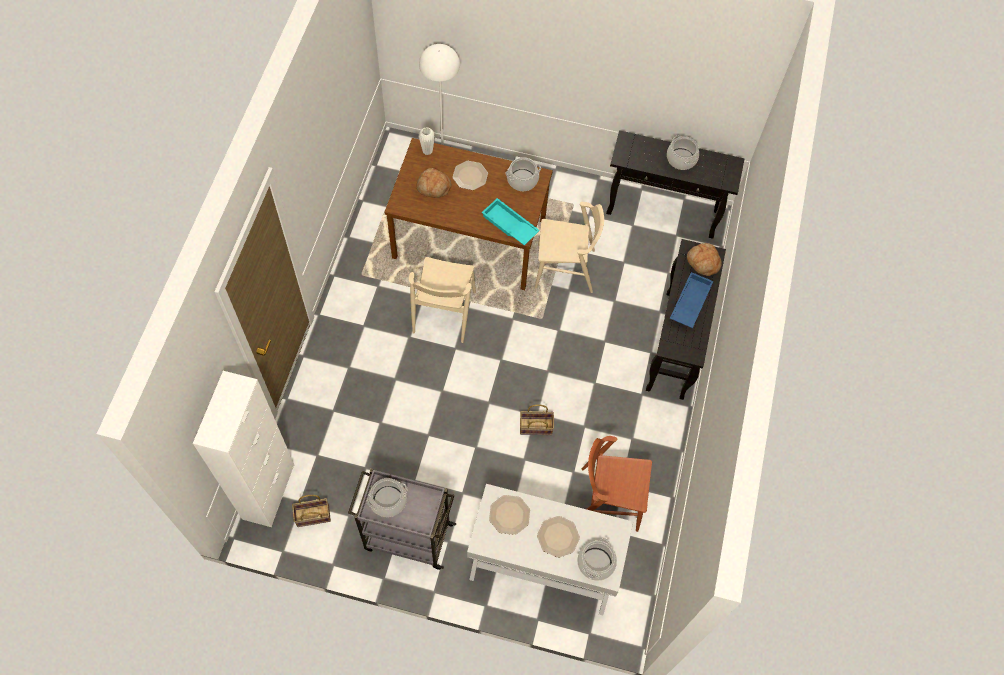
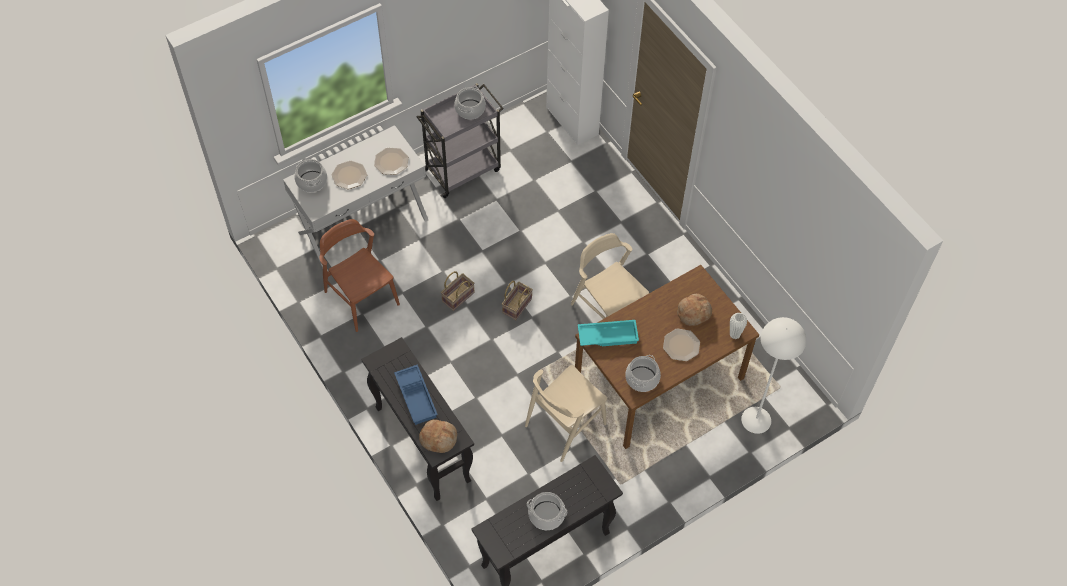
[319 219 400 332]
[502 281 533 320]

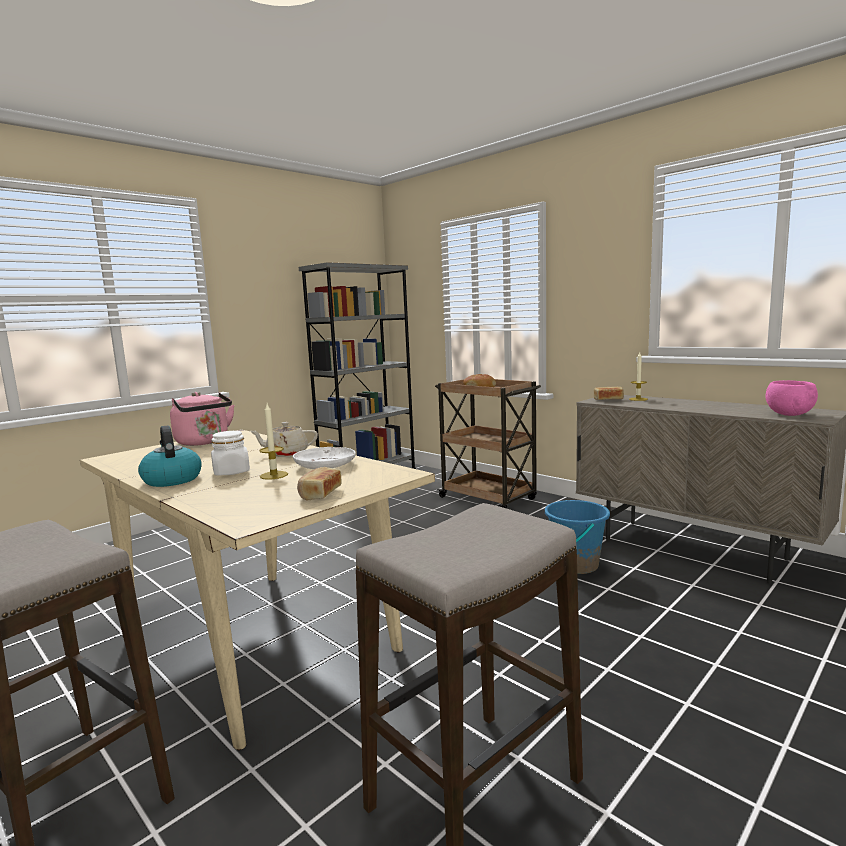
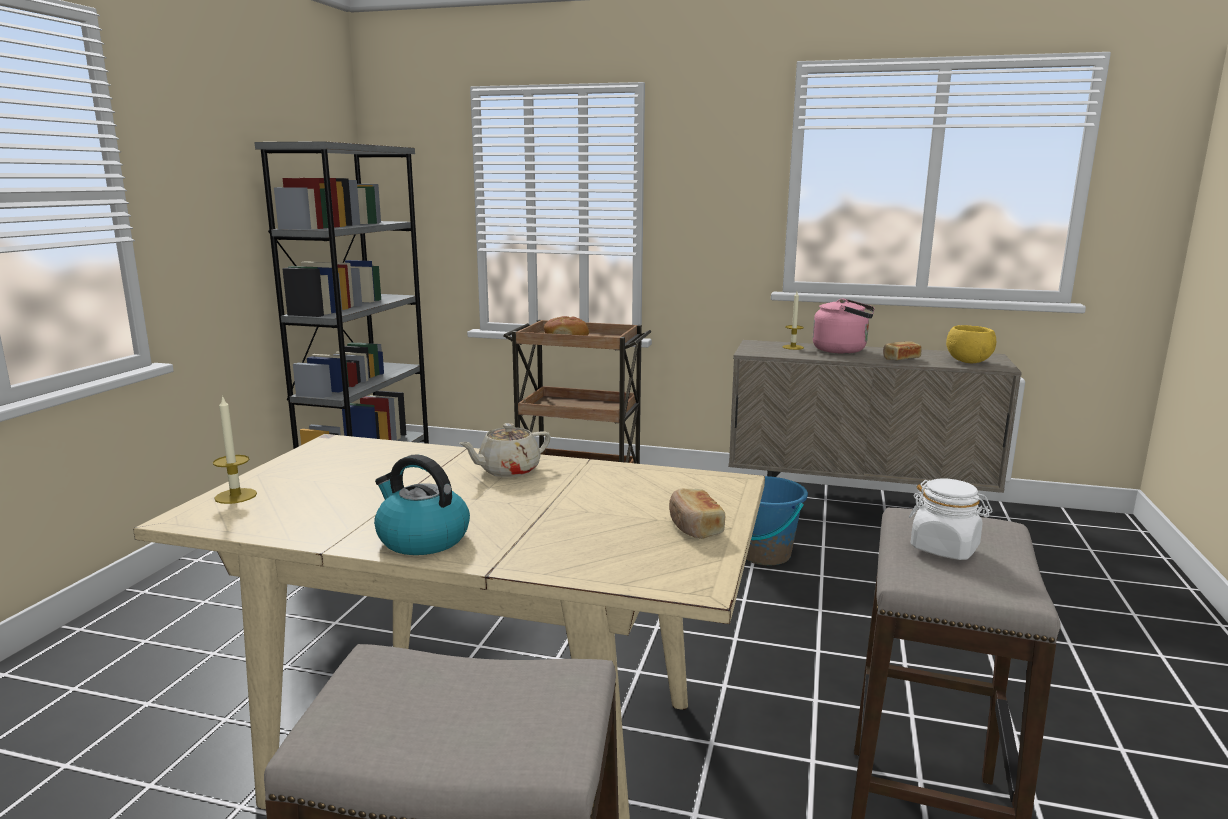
[946 325 996 363]
[883 341 922 360]
[813 299 875 354]
[213 395 257 504]
[909 479 992 560]
[293 447 356 469] (first image)

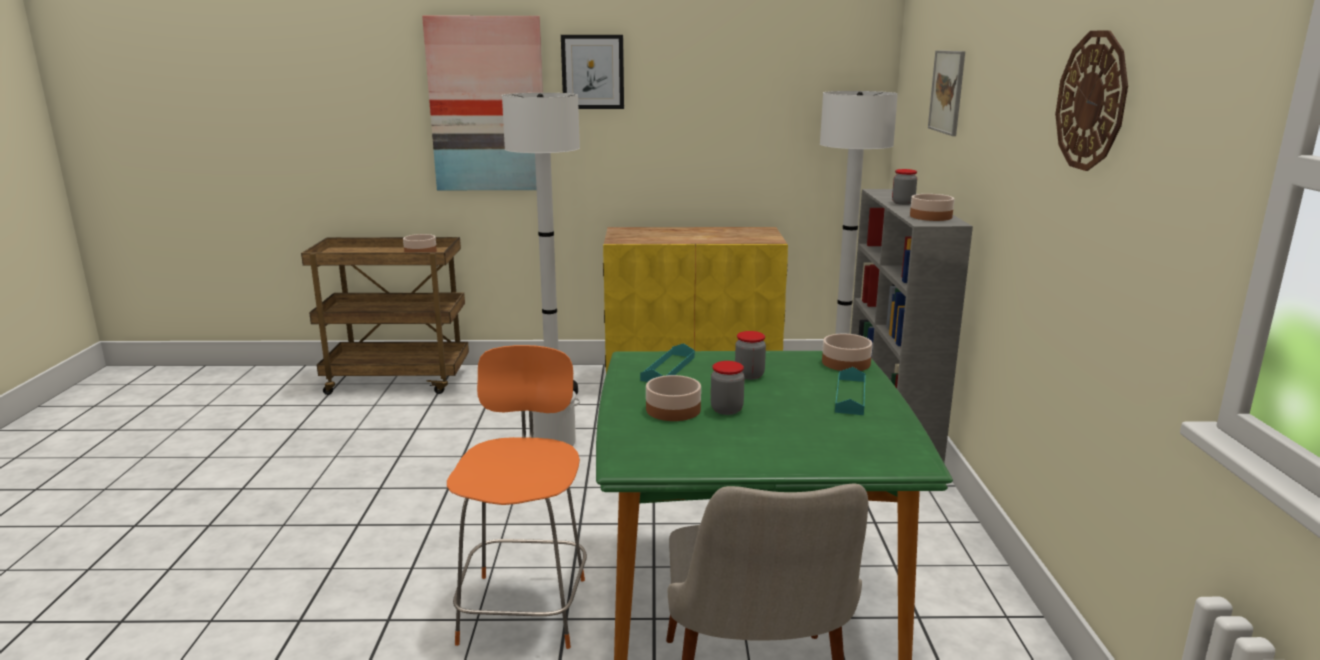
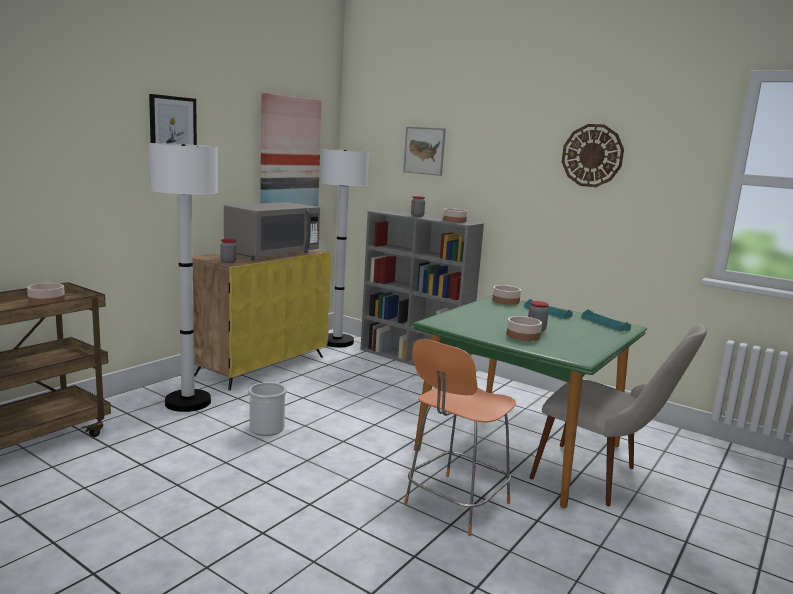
[260 93 322 207]
[221 239 237 263]
[581 309 631 331]
[404 339 516 536]
[224 202 320 260]

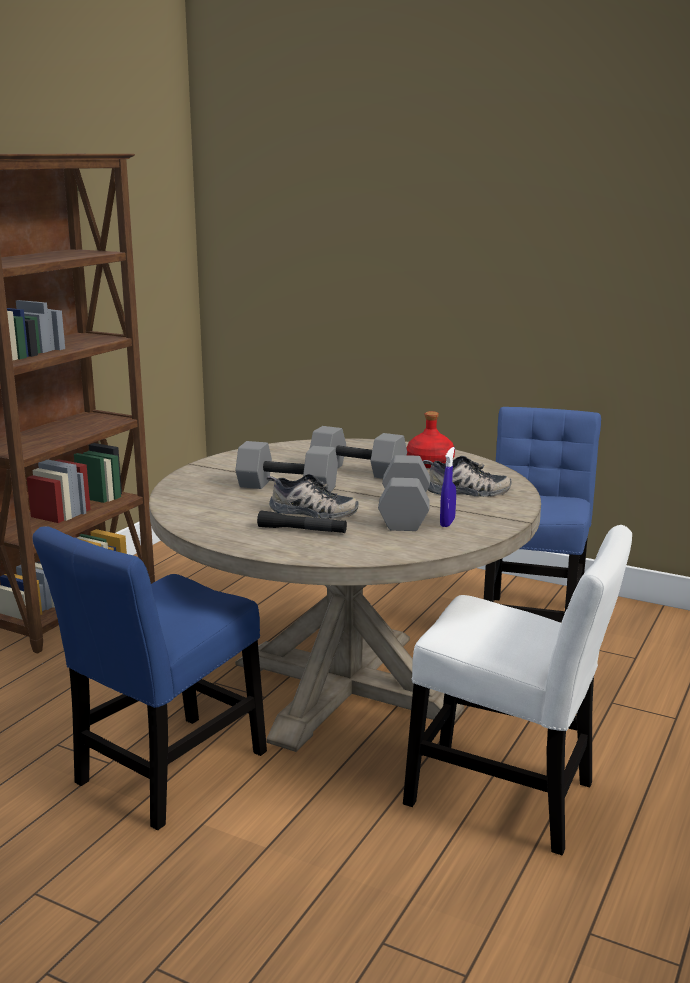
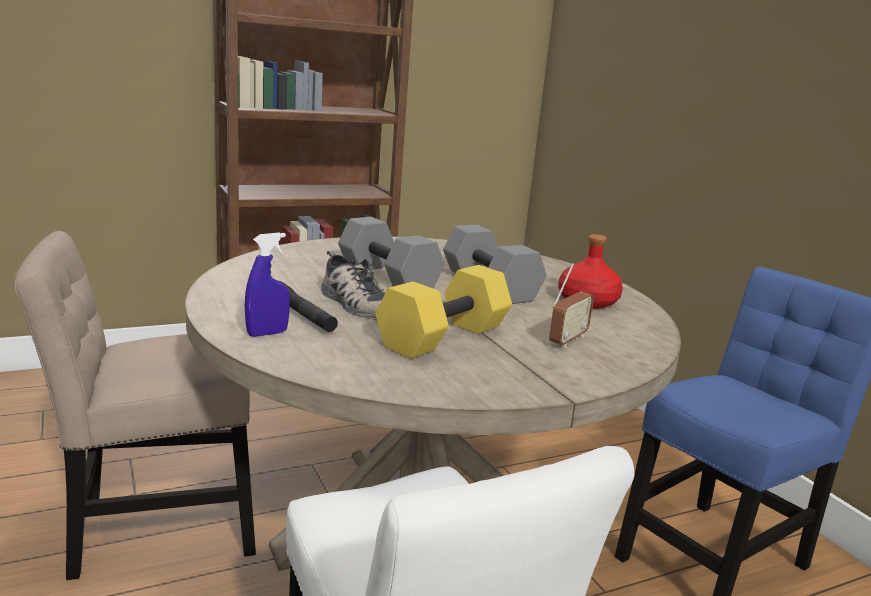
[245 232 290 337]
[376 265 512 359]
[549 263 594 348]
[14 231 256 580]

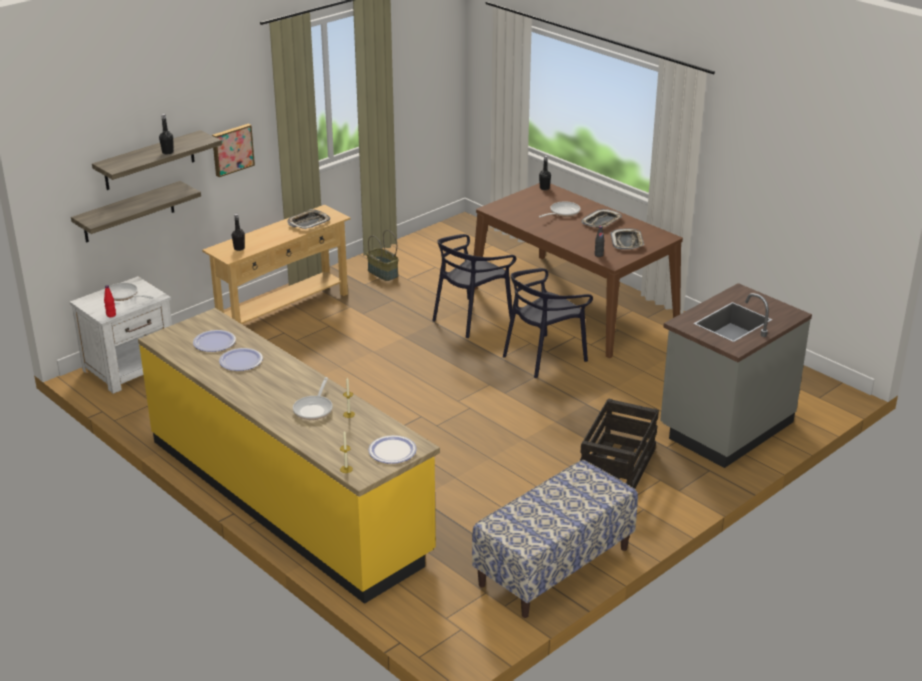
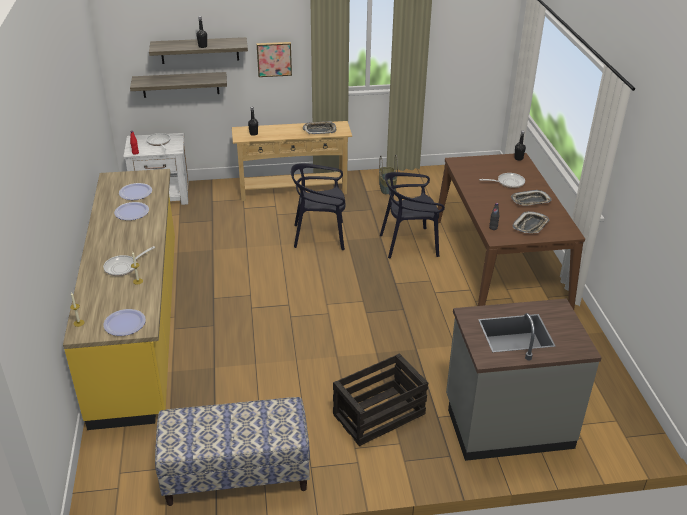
[291 163 345 250]

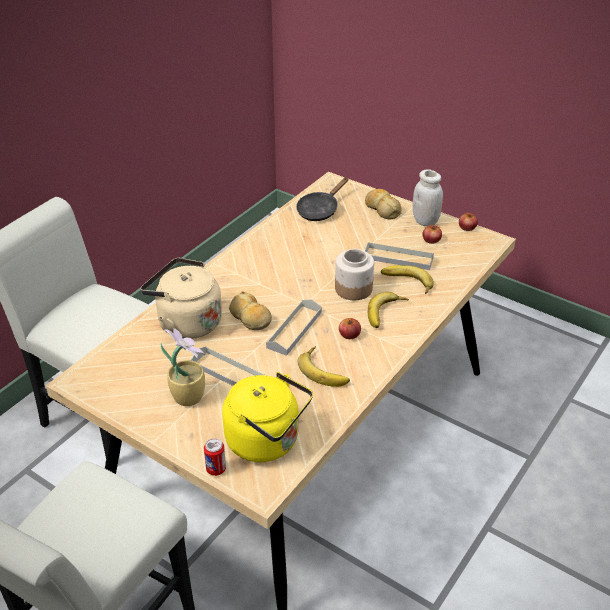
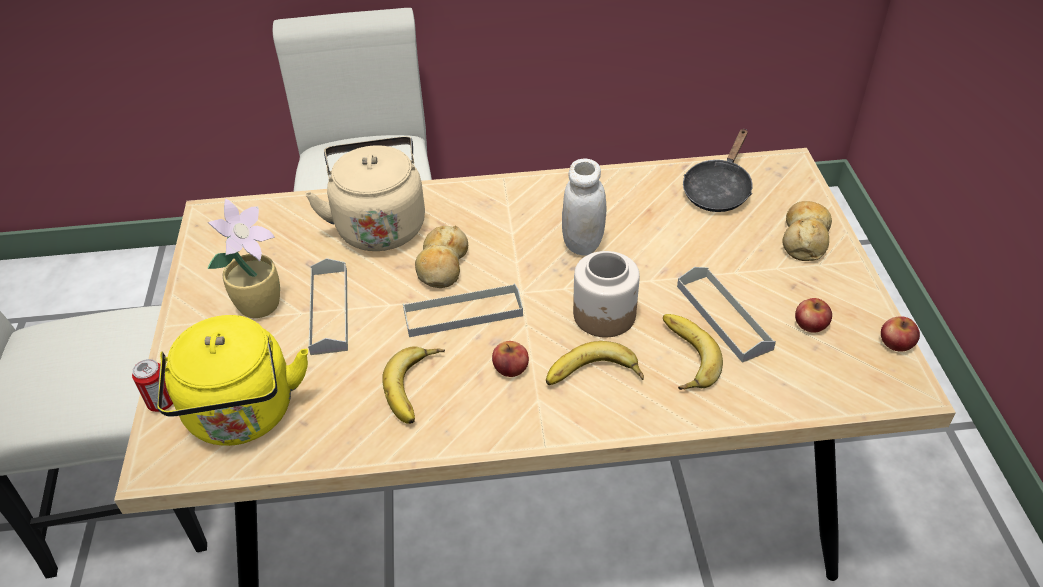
[562 159 606 256]
[683 129 753 212]

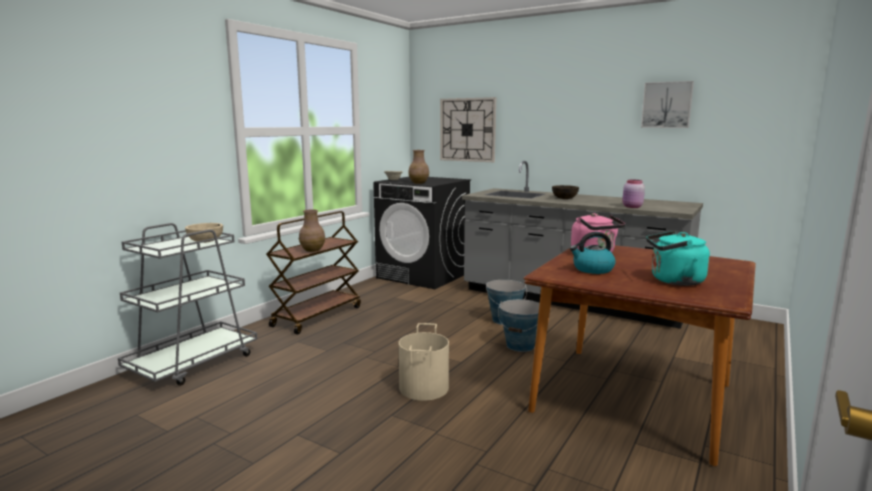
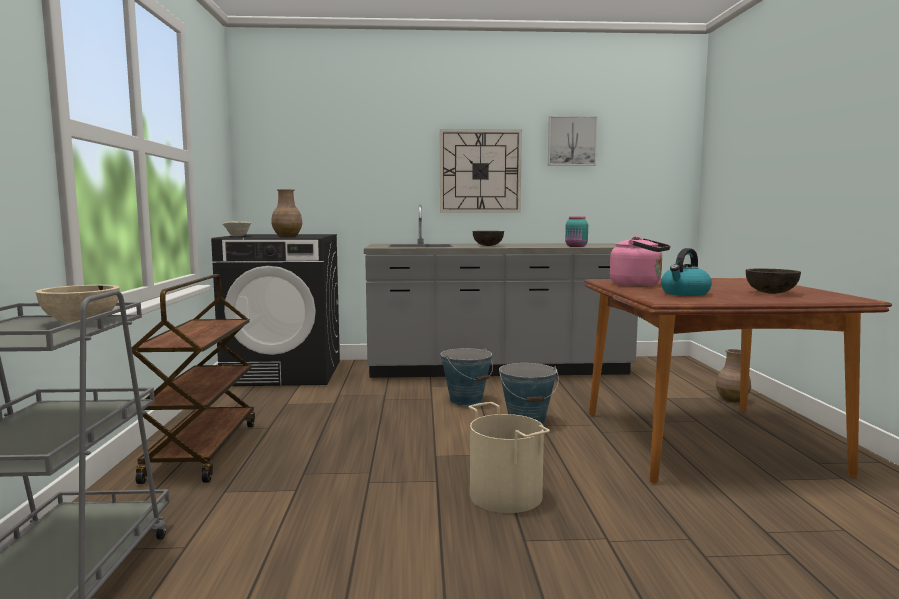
[440 129 522 213]
[565 216 588 247]
[716 349 751 402]
[746 269 801 294]

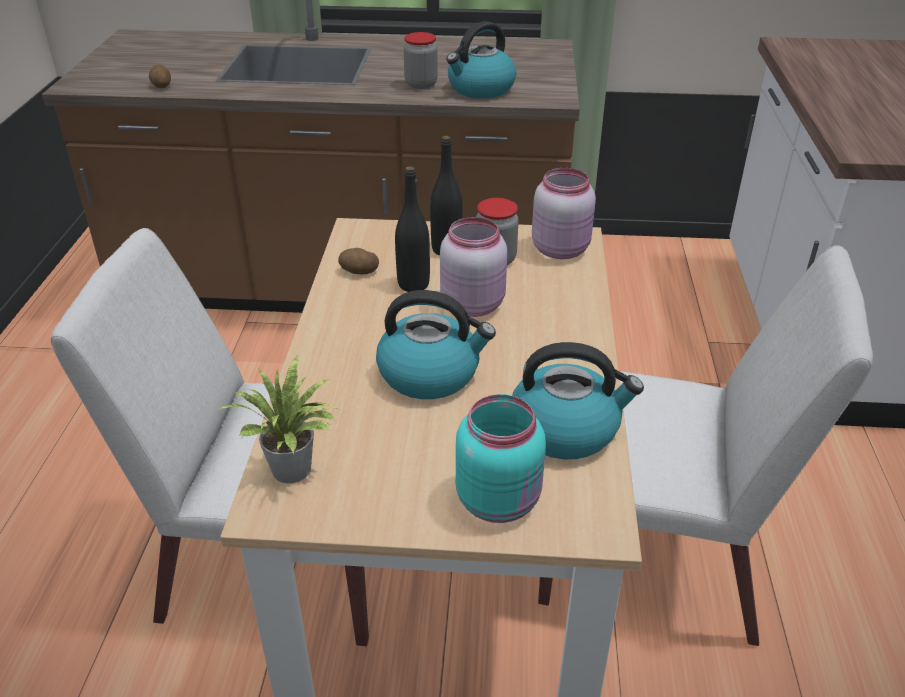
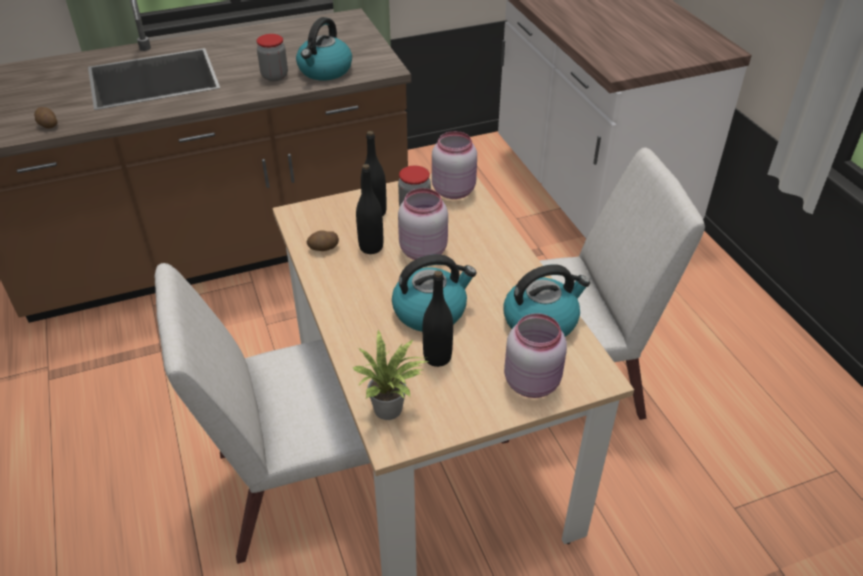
[504 313 567 398]
[423 270 453 367]

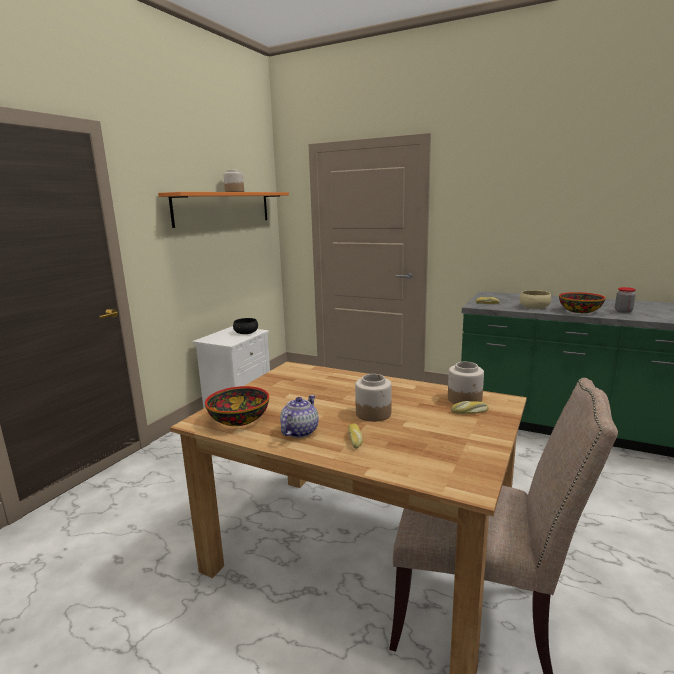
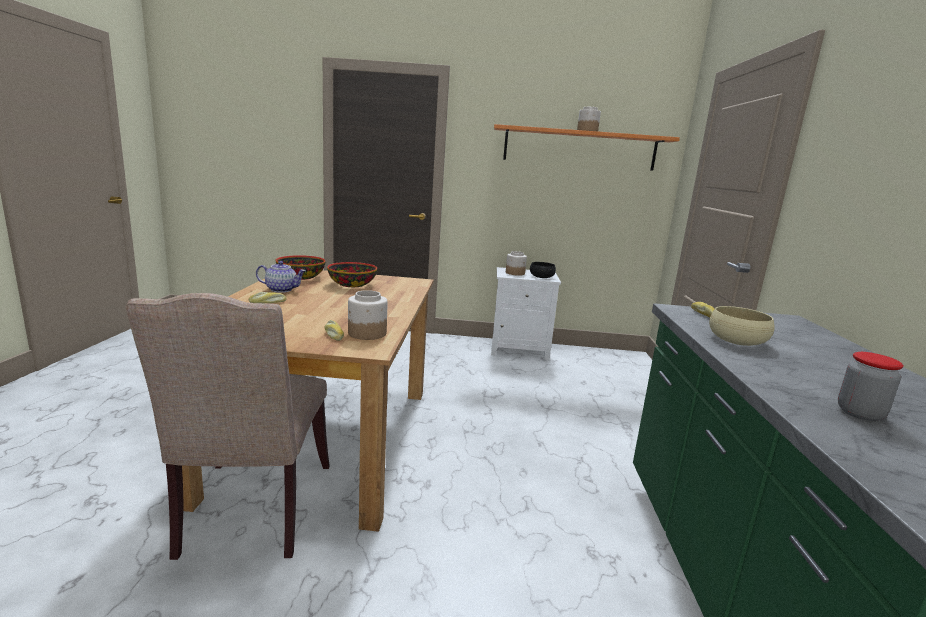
[327 262 377 287]
[506 251 527 276]

